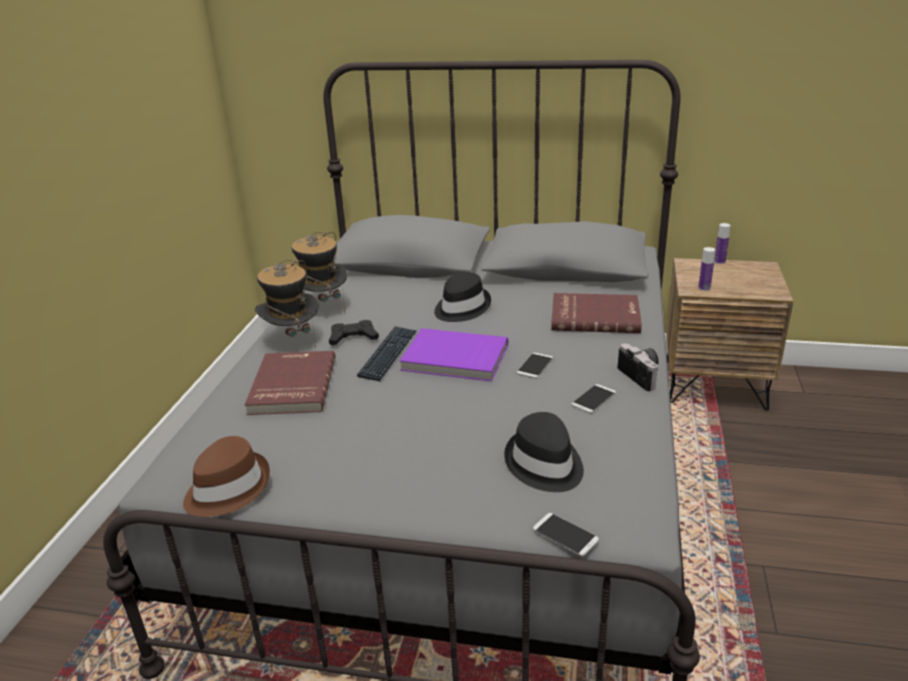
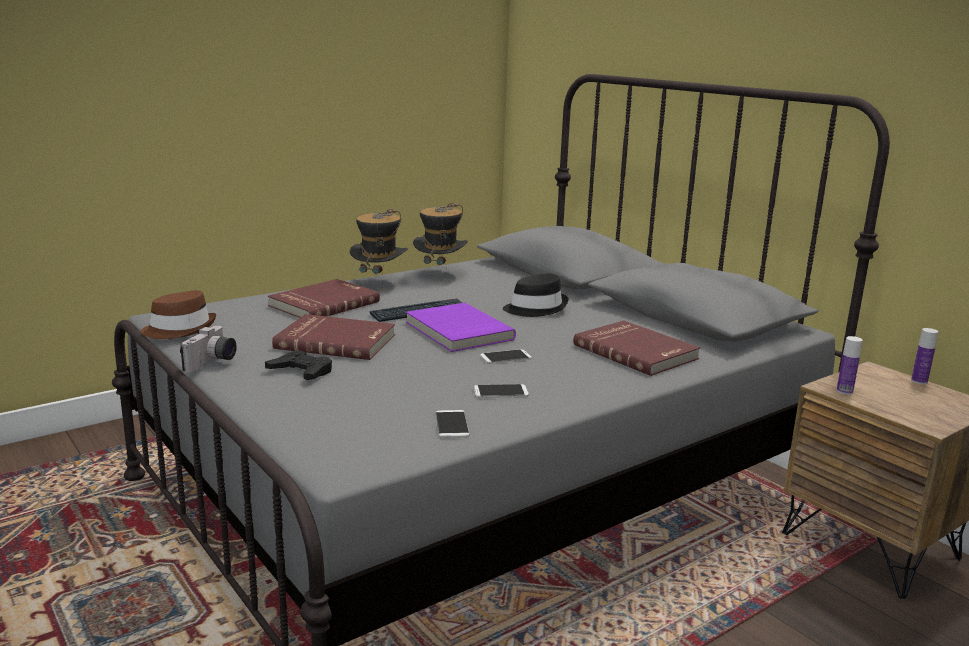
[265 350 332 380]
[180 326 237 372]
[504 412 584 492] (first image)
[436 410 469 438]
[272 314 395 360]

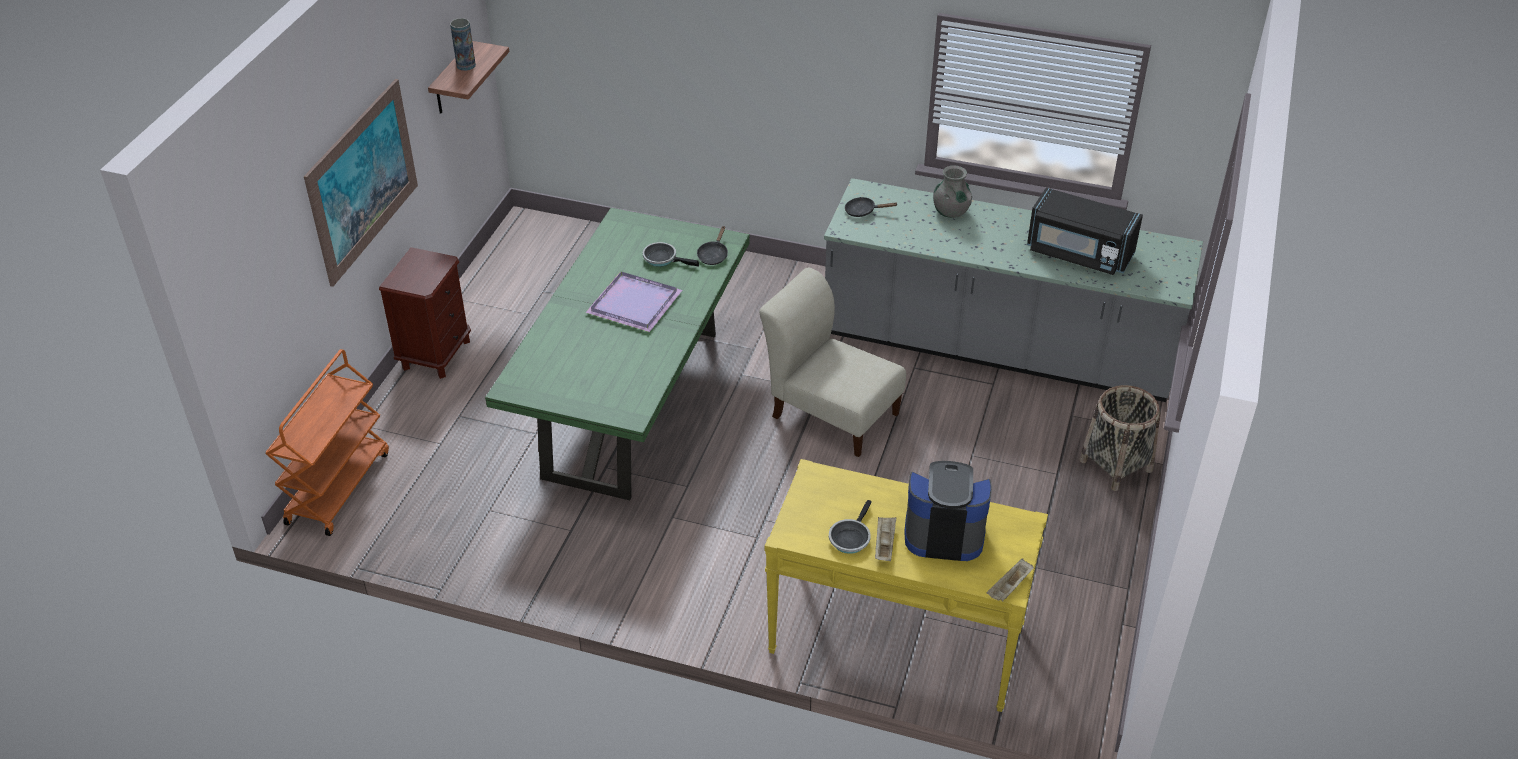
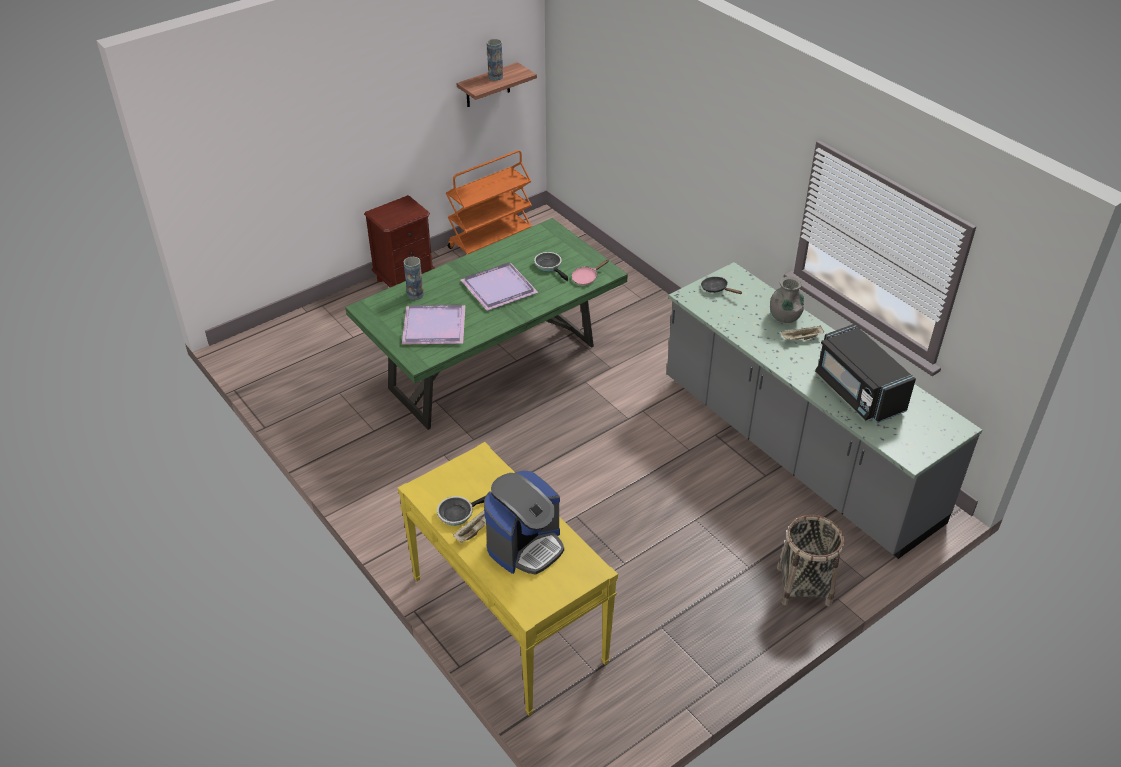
[304 79 418 287] (first image)
[572 259 609 285]
[759 268 906 457] (first image)
[446 150 532 254]
[484 471 564 574]
[781 326 824 340]
[404 257 424 300]
[402 304 466 345]

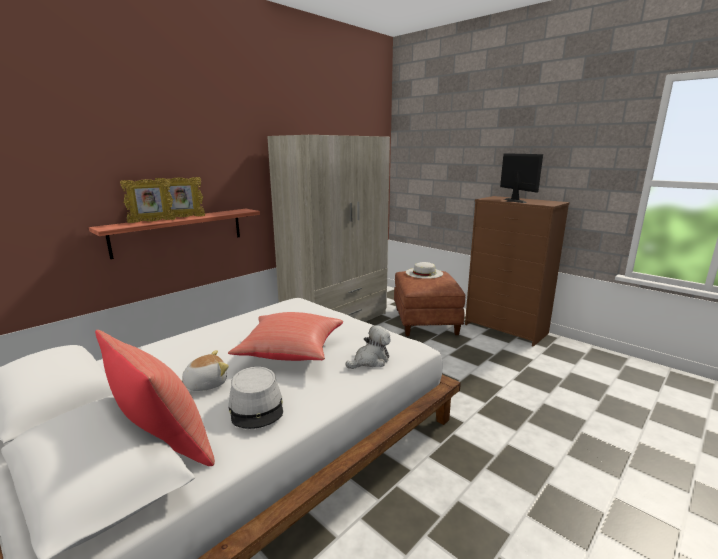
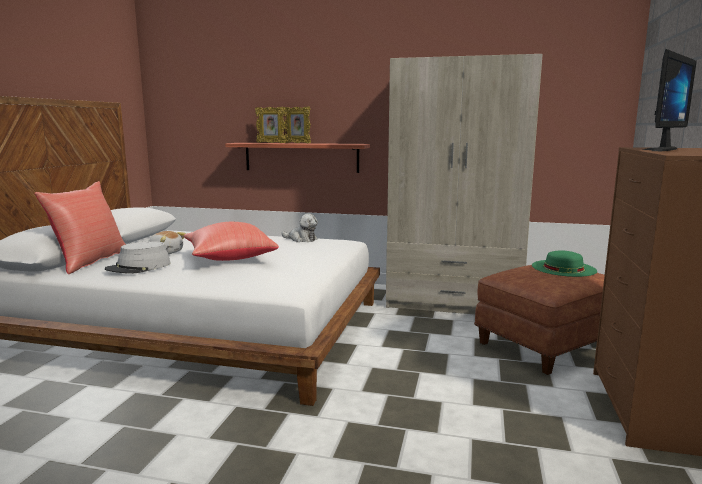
[532 250 597 277]
[281 213 318 242]

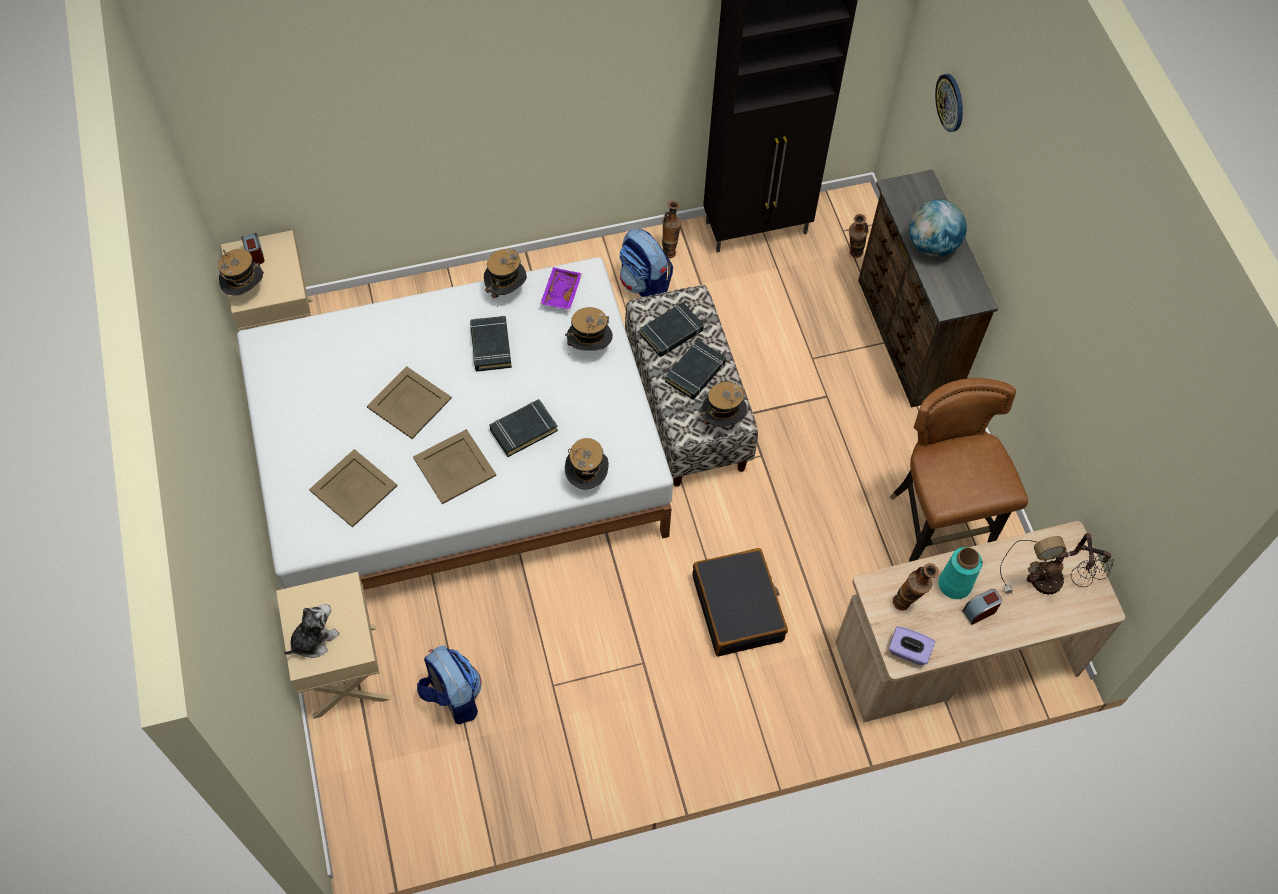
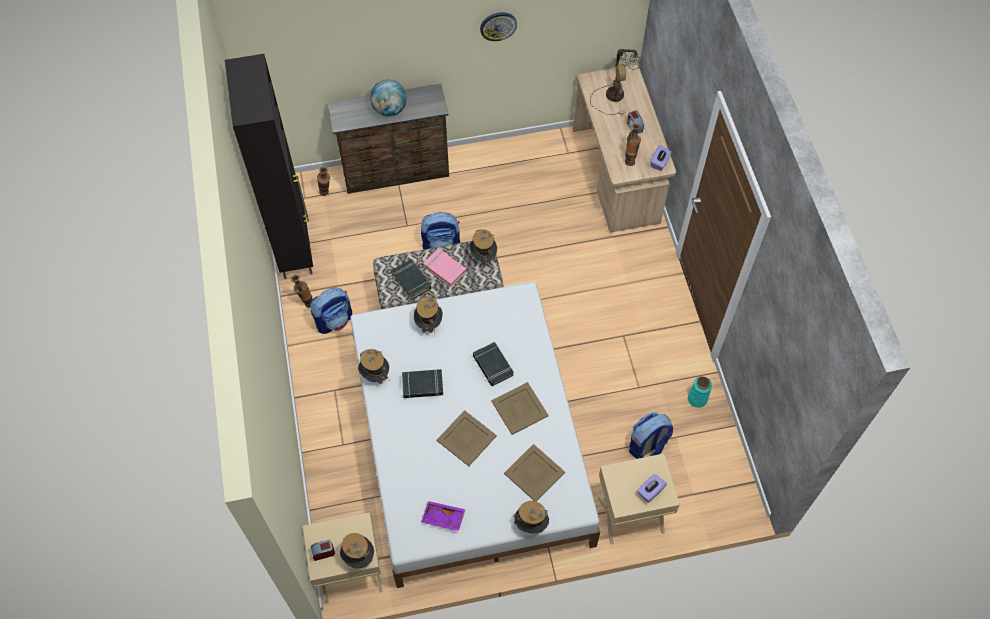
[480 12 517 41]
[421 501 466 531]
[423 248 466 287]
[890 378 1028 562] (first image)
[513 501 549 534]
[688 376 712 408]
[693 548 788 657] (first image)
[637 474 667 503]
[421 212 460 249]

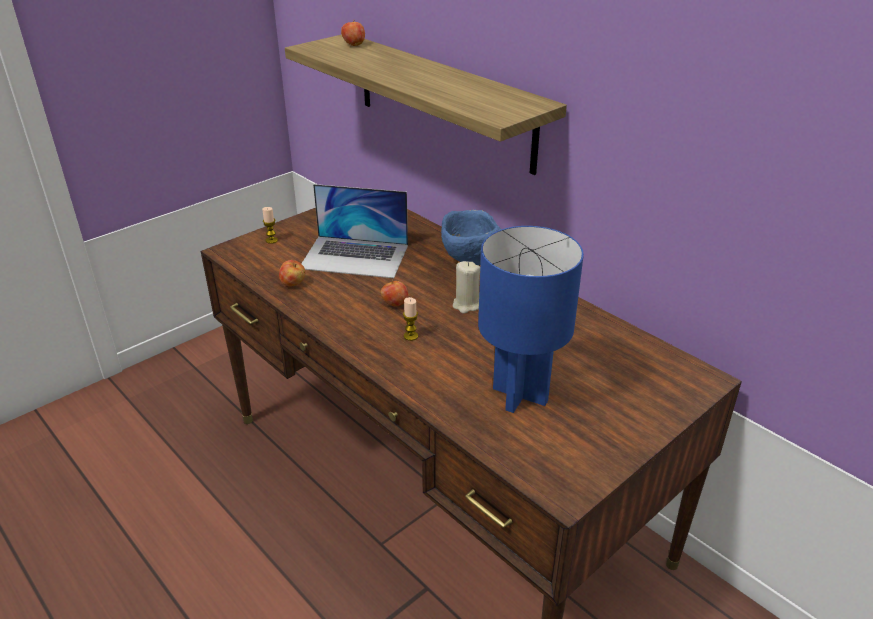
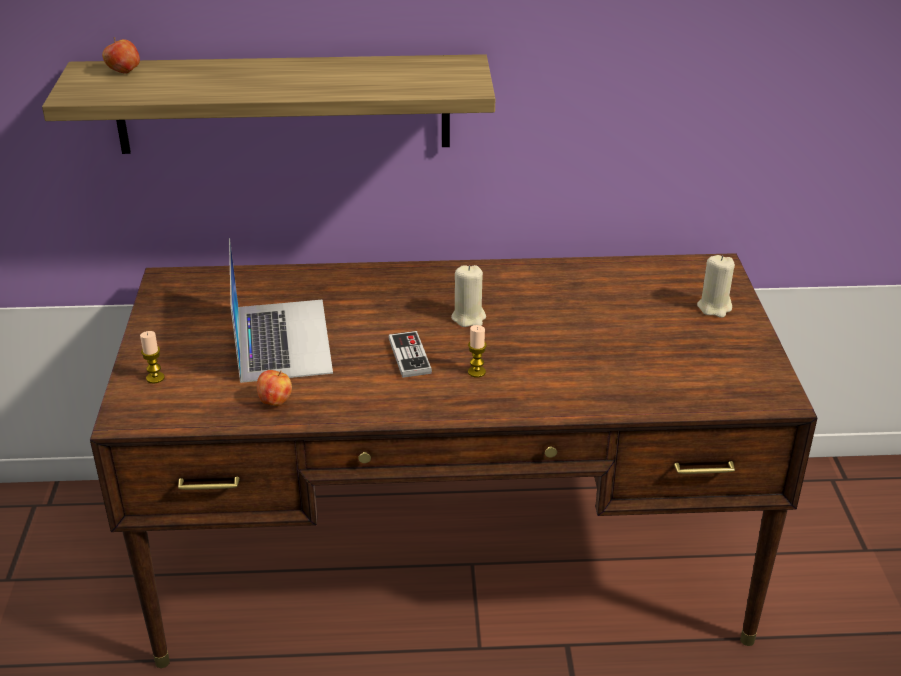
[229 238 333 383]
[441 210 501 265] (first image)
[478 226 584 413] (first image)
[389 331 432 378]
[697 255 735 318]

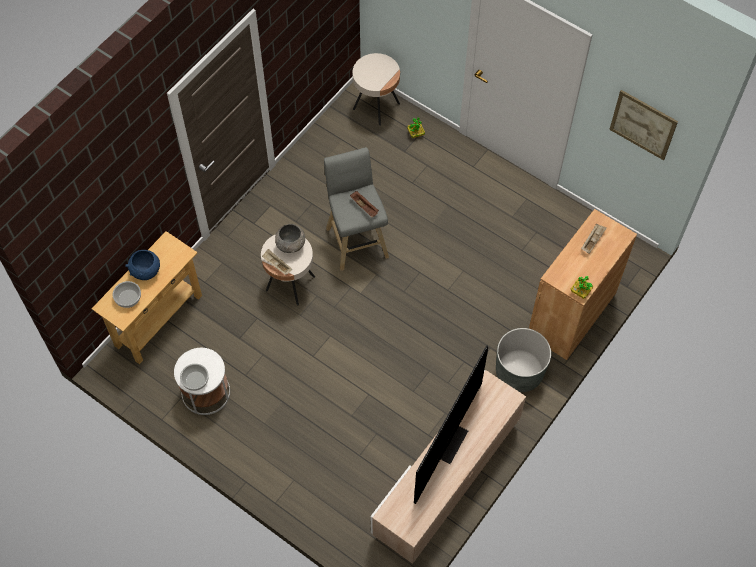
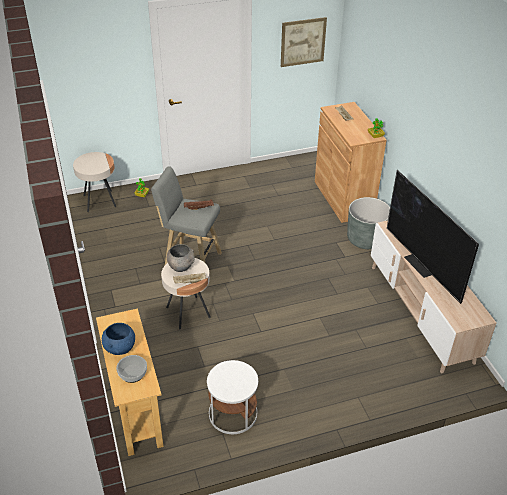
[180 364 209 391] (first image)

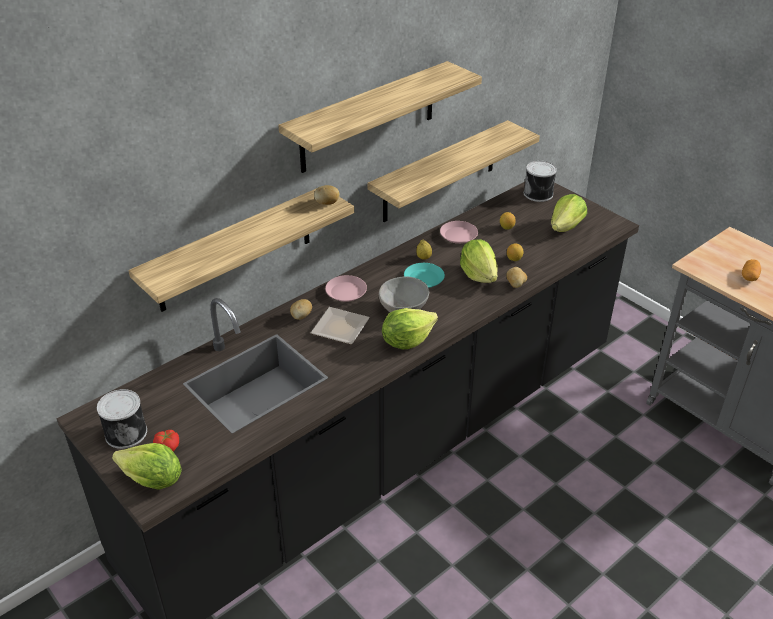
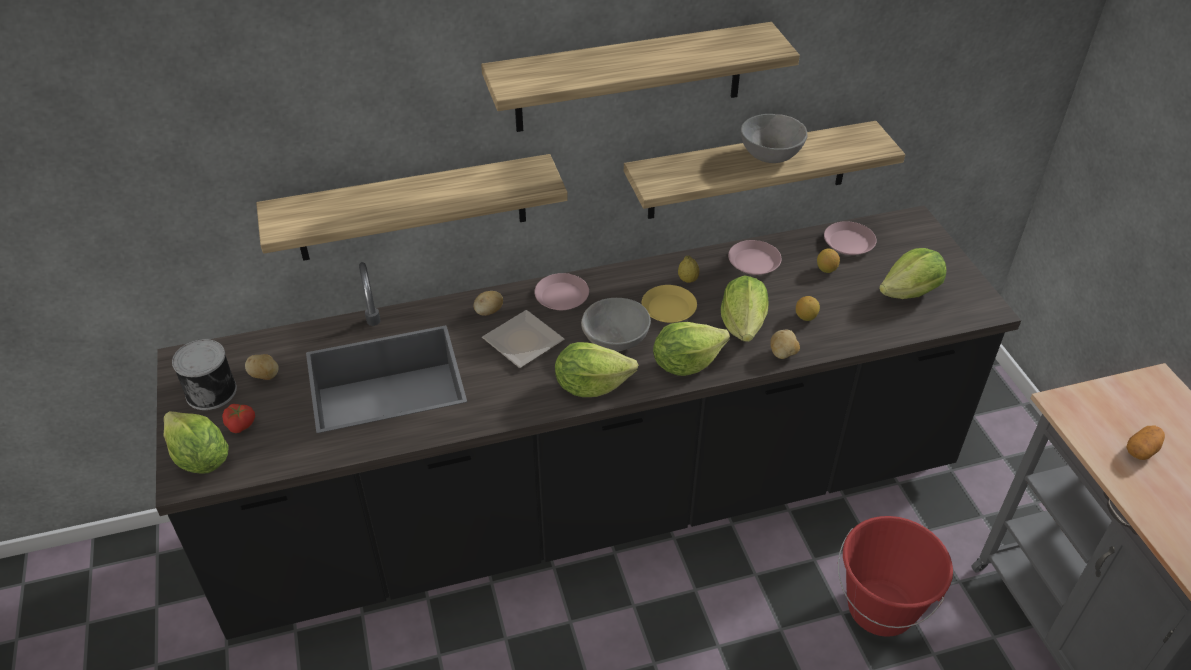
[524 161 557 202] (first image)
[245 354 279 380]
[642 285 697 323]
[741 114 808 163]
[824 221 876 255]
[653 322 730 376]
[838 516 953 637]

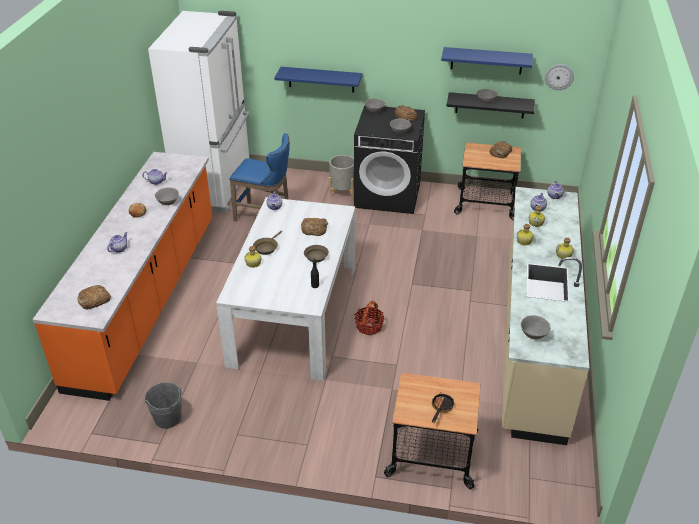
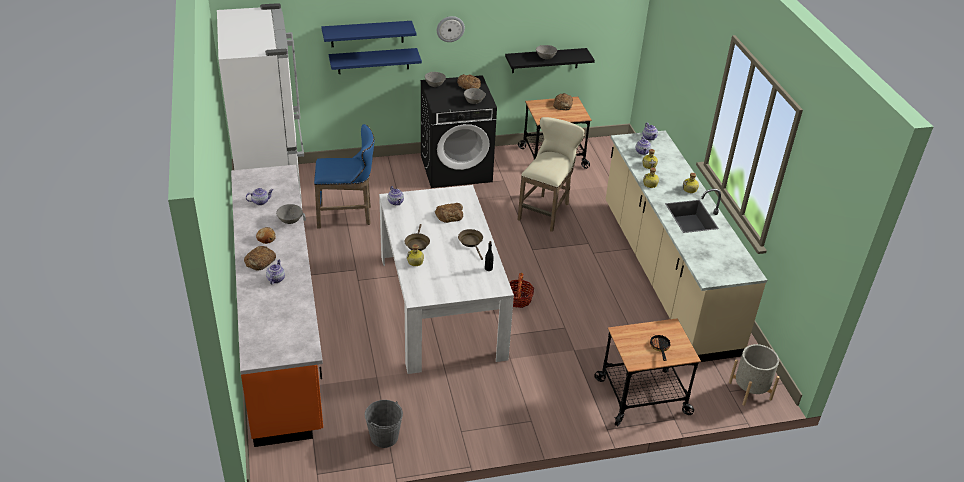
[321 21 416 47]
[437 16 465 42]
[729 344 780 406]
[244 246 276 271]
[521 315 551 339] (first image)
[518 117 585 232]

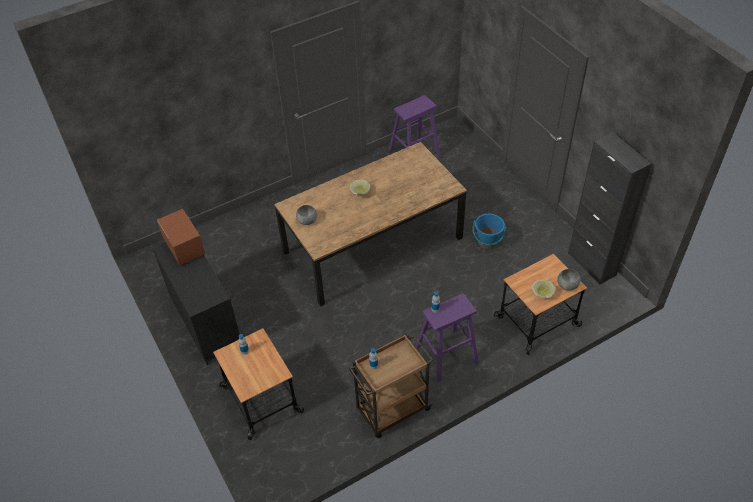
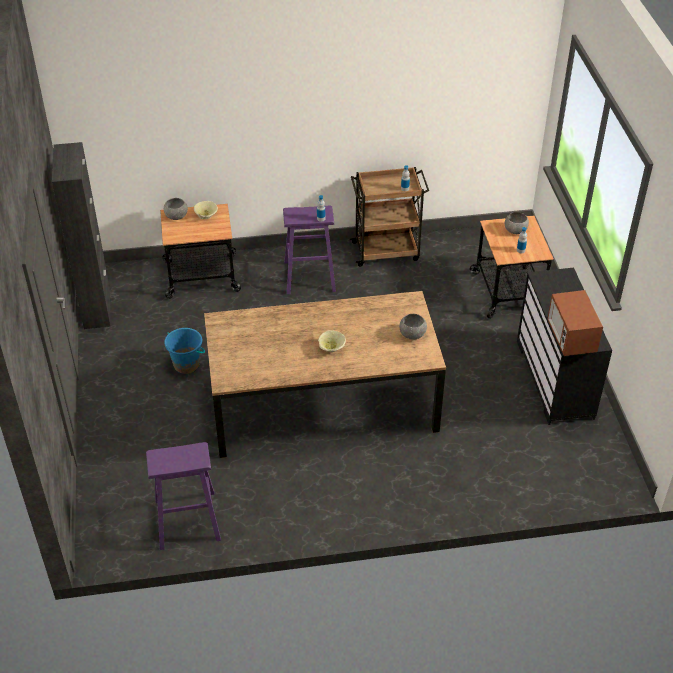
[505 212 529 234]

